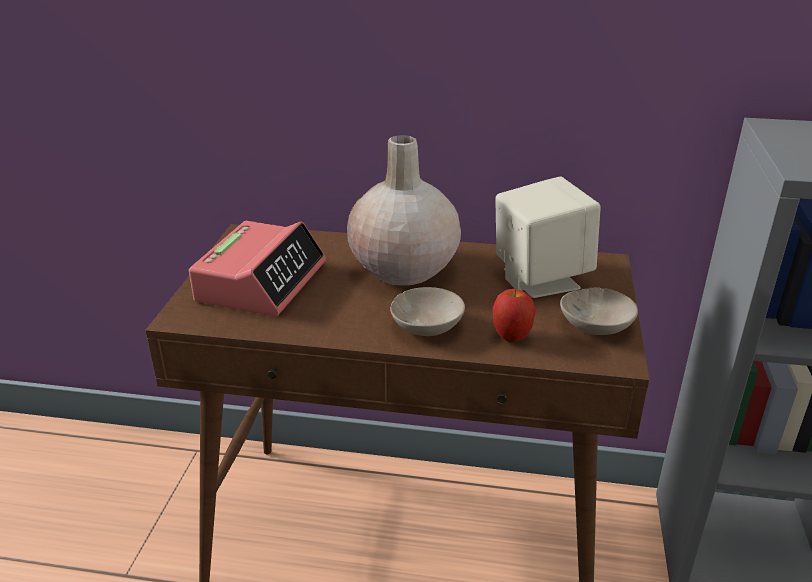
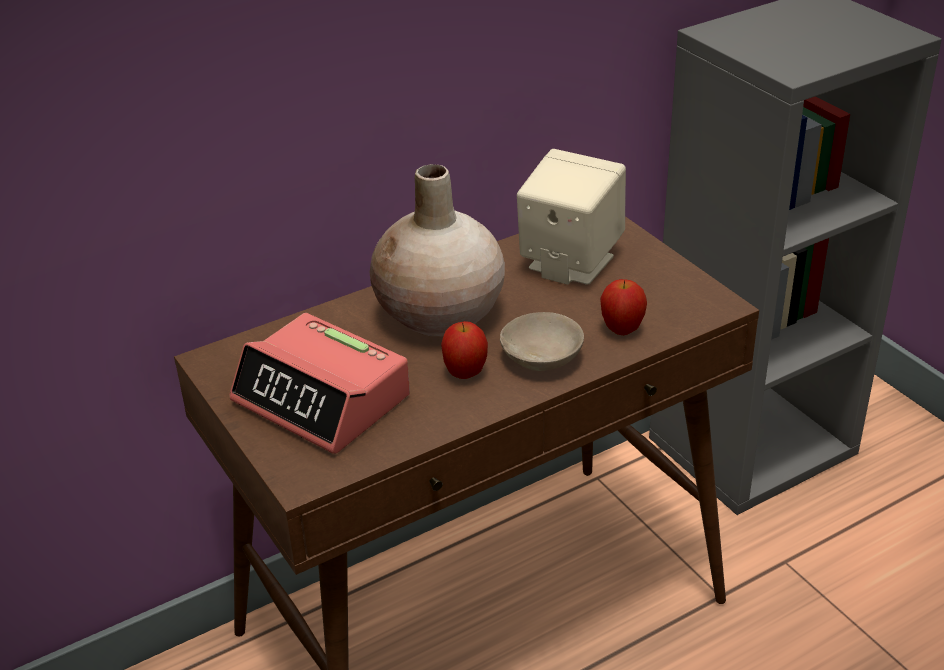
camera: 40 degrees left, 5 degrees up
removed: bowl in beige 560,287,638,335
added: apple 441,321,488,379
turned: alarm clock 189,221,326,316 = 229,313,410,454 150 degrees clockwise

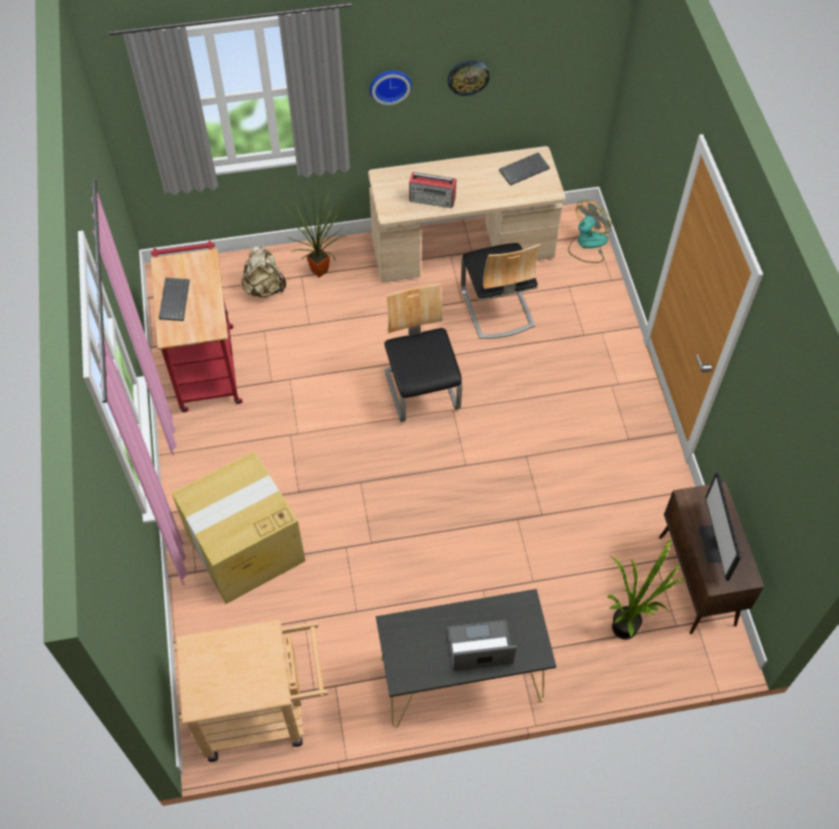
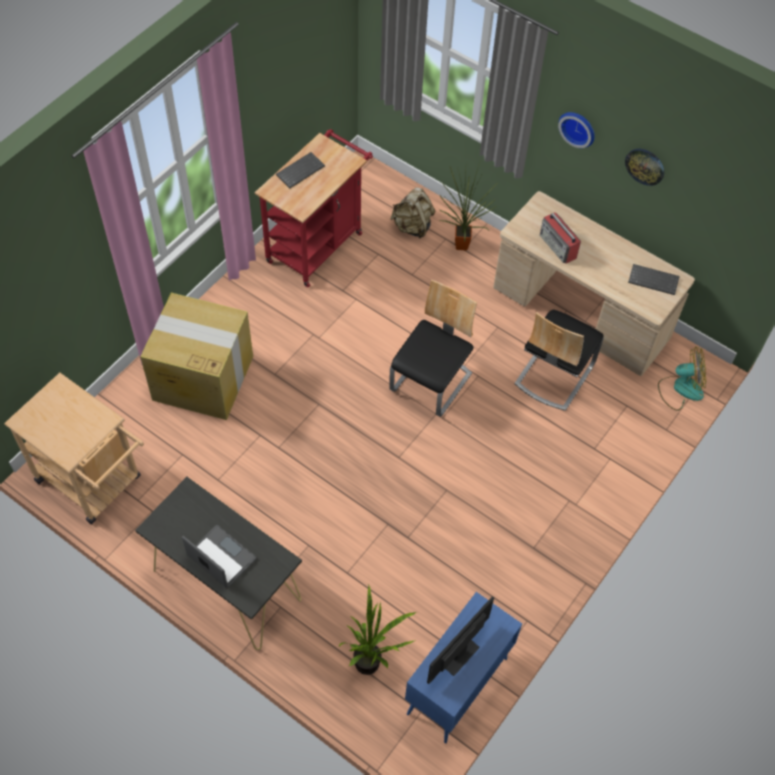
camera: 45 degrees right, 0 degrees up
recoloured: cabinet in brown 659,482,764,634 to cabinet in blue 405,592,522,744

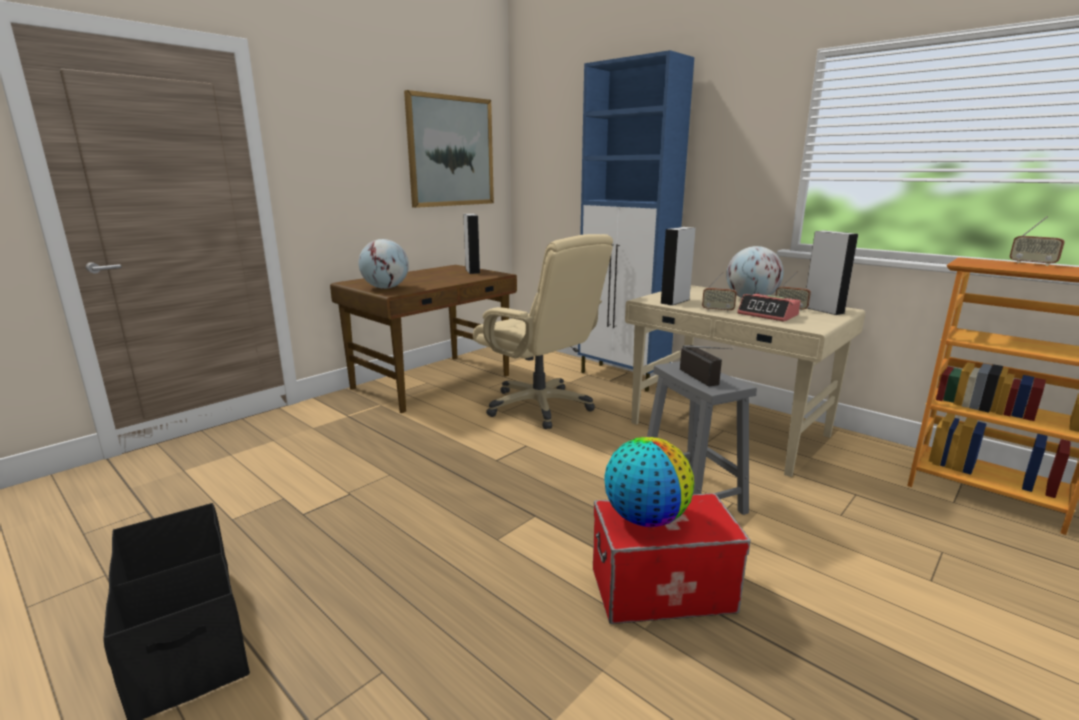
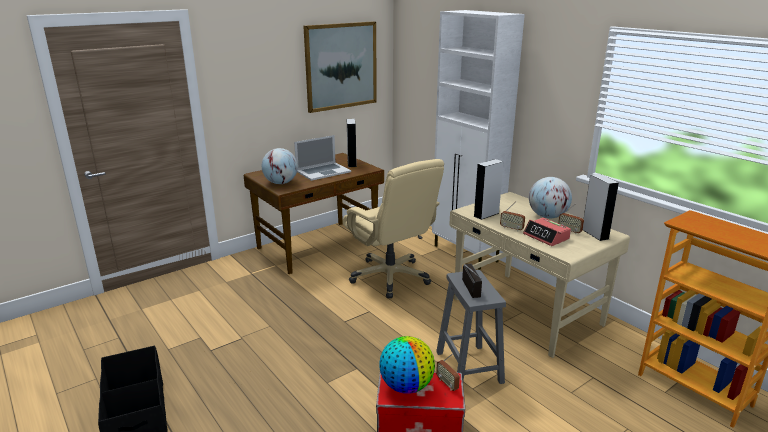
camera: 10 degrees right, 5 degrees up
added: laptop 294,135,351,181
moved: radio 1010,216,1065,266 to 436,354,460,391
recoloured: cabinet in blue 578,50,694,392 to cabinet in white 432,10,525,270

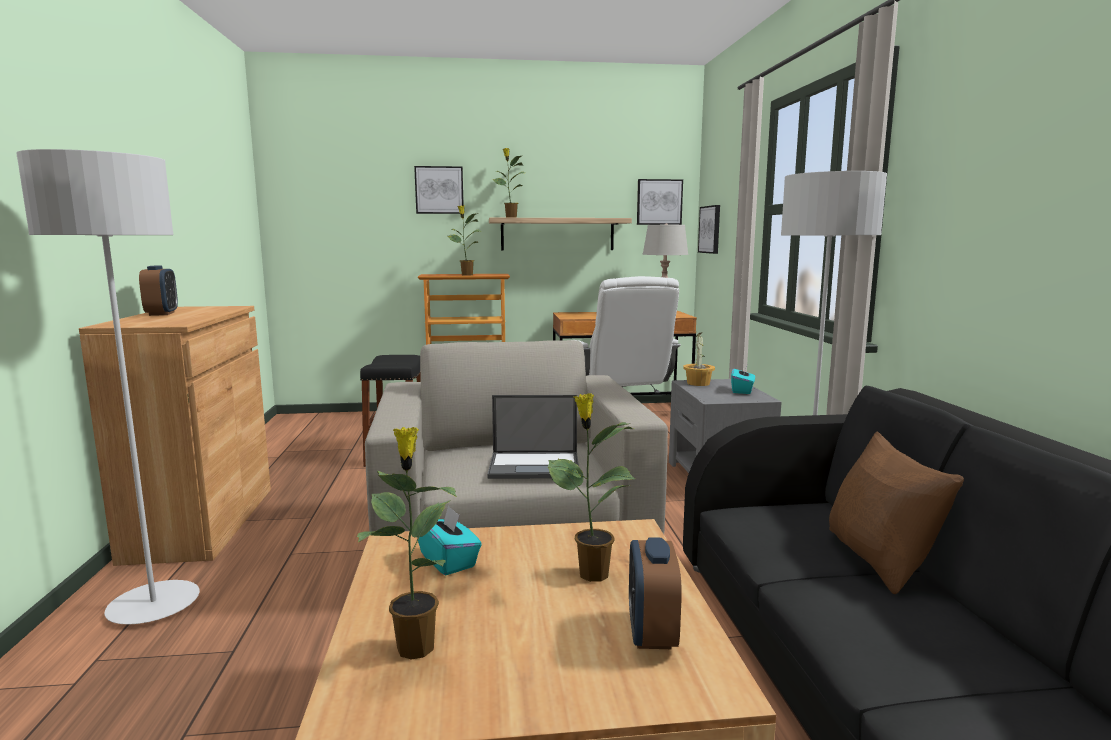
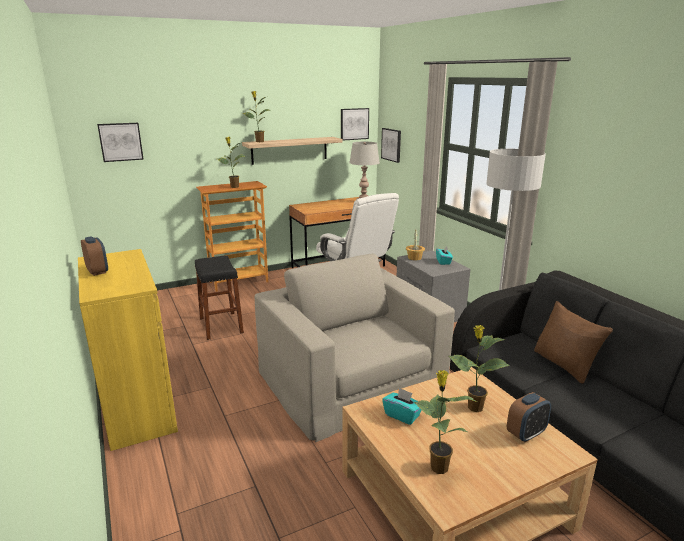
camera: 20 degrees left, 10 degrees up
removed: floor lamp in grey 16,149,200,625; laptop 487,395,579,479
moved: picture 414,166,464,214 to 97,123,144,162
recoloured: cabinet in brown 79,306,271,566 to cabinet in yellow 78,249,178,451
turned: alarm clock 629,537,682,649 = 507,392,551,442 105 degrees counterclockwise

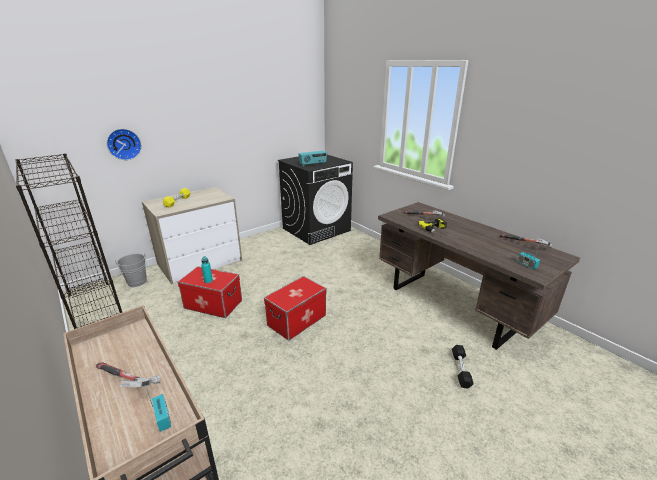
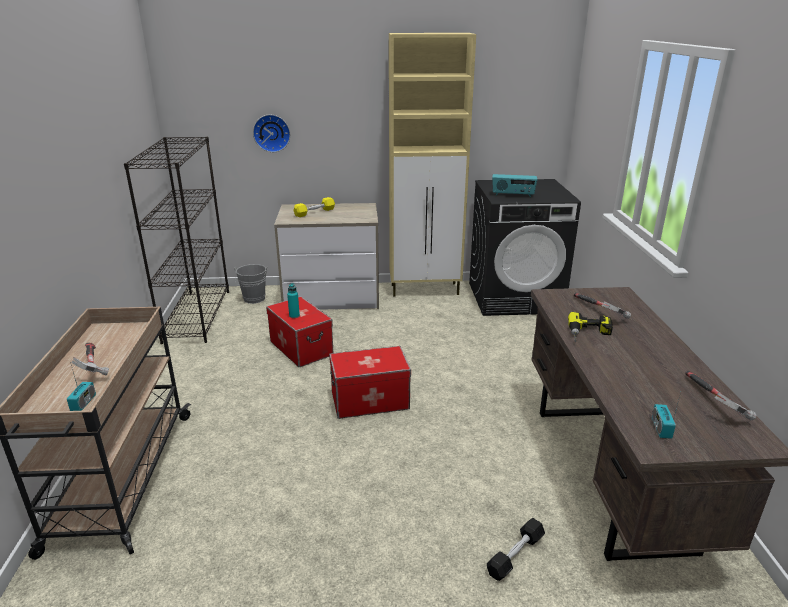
camera: 35 degrees right, 0 degrees up
added: cabinet in beige 389,33,476,297

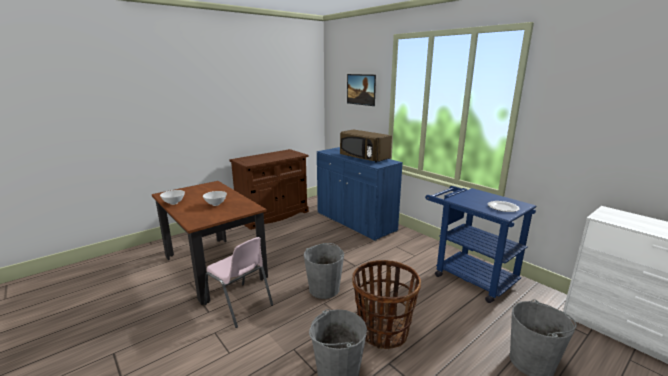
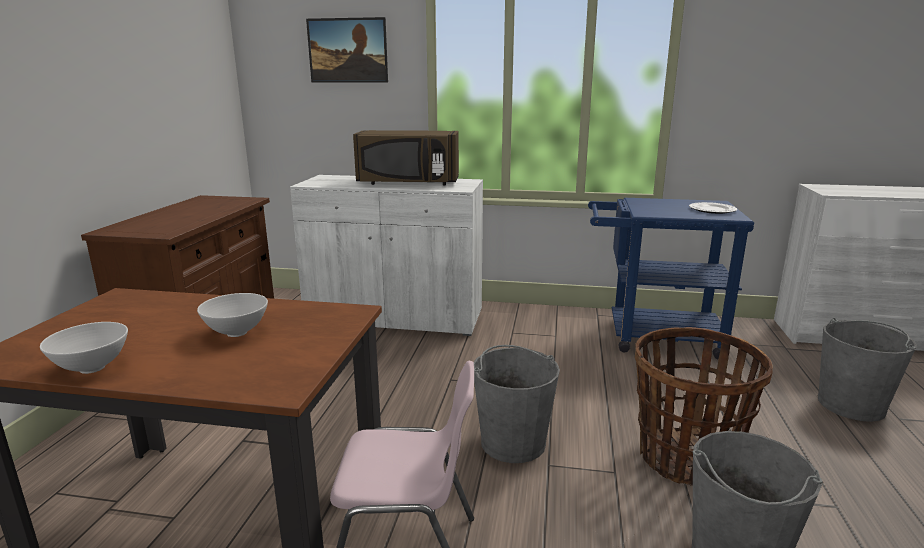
camera: 40 degrees left, 0 degrees up
recoloured: cabinet in blue 317,147,403,241 to cabinet in white 290,175,483,336

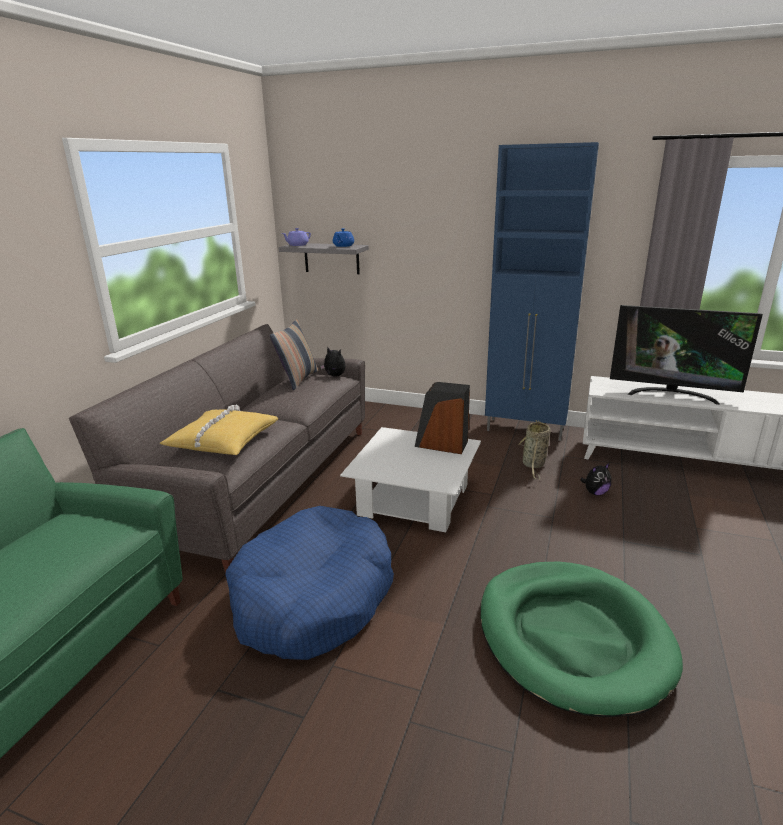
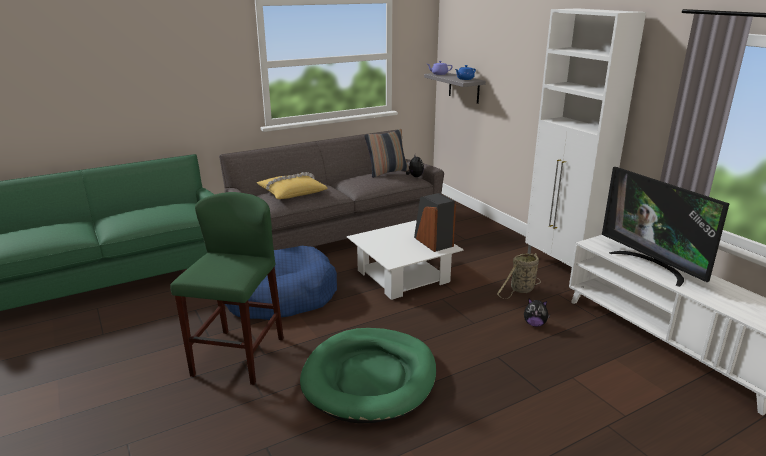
camera: 40 degrees right, 0 degrees up
added: stool in green 170,192,284,385
recoloured: cabinet in blue 485,142,599,441 to cabinet in white 525,8,646,267

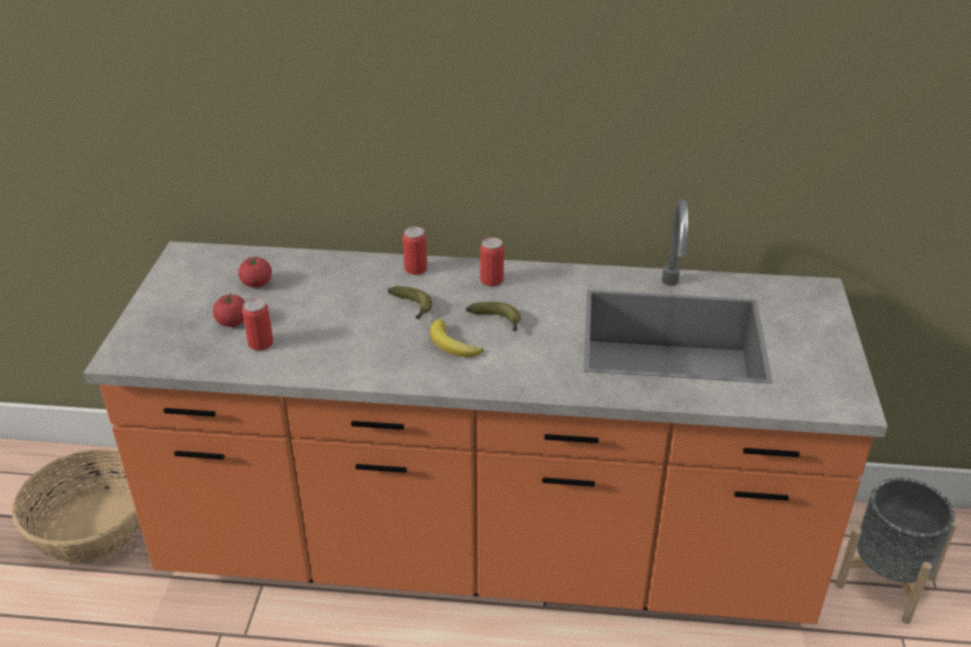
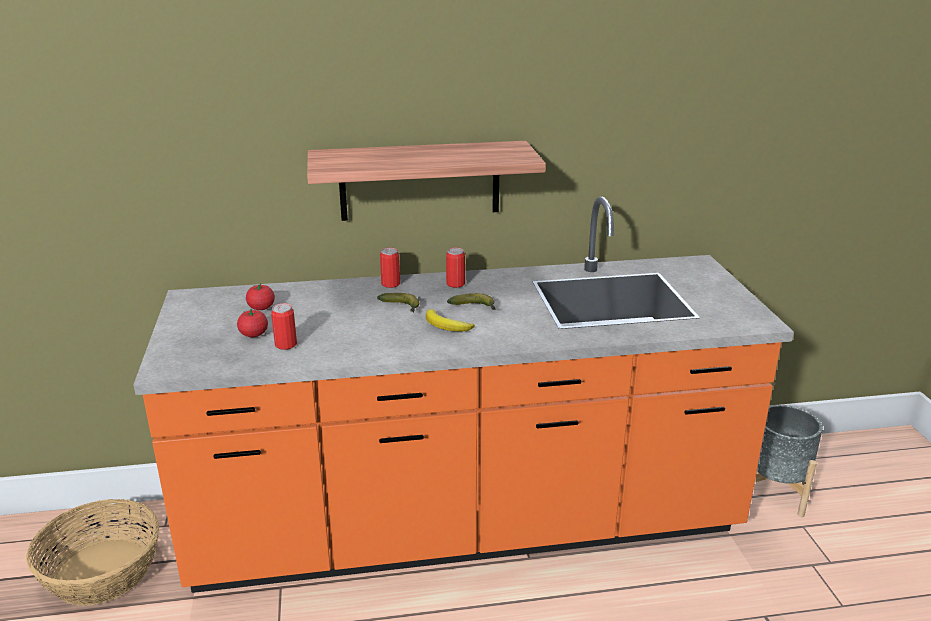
camera: 15 degrees left, 10 degrees down
added: shelf 307,141,546,221

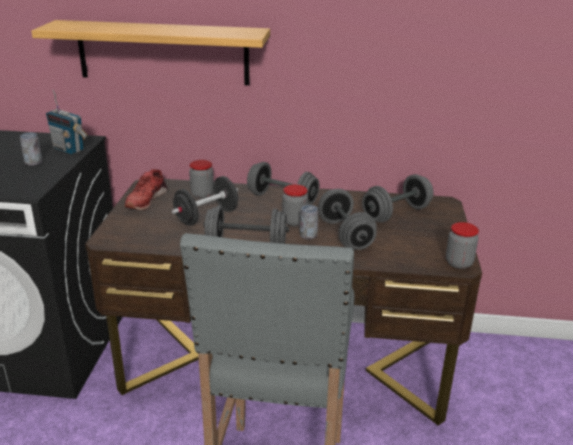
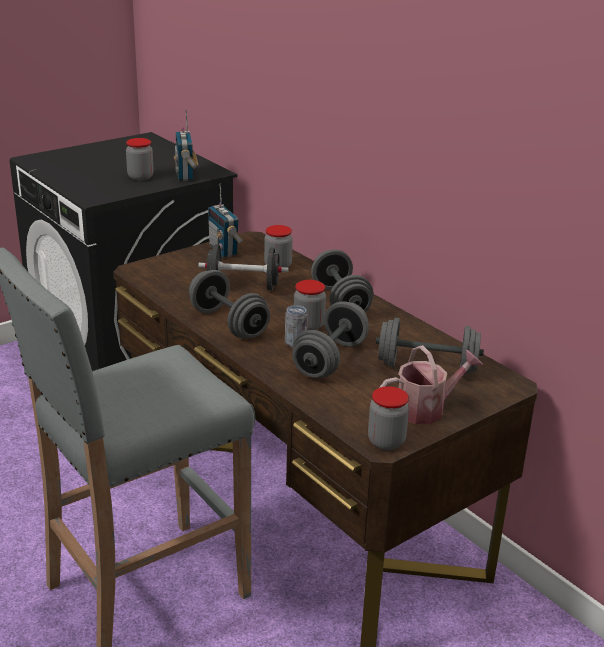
camera: 45 degrees right, 0 degrees up
removed: shelf 31,20,270,85
added: watering can 379,345,483,424
replaced: can 20,133,42,166 to jar 126,138,153,181; shoe in red 124,169,168,210 to radio 208,184,243,257

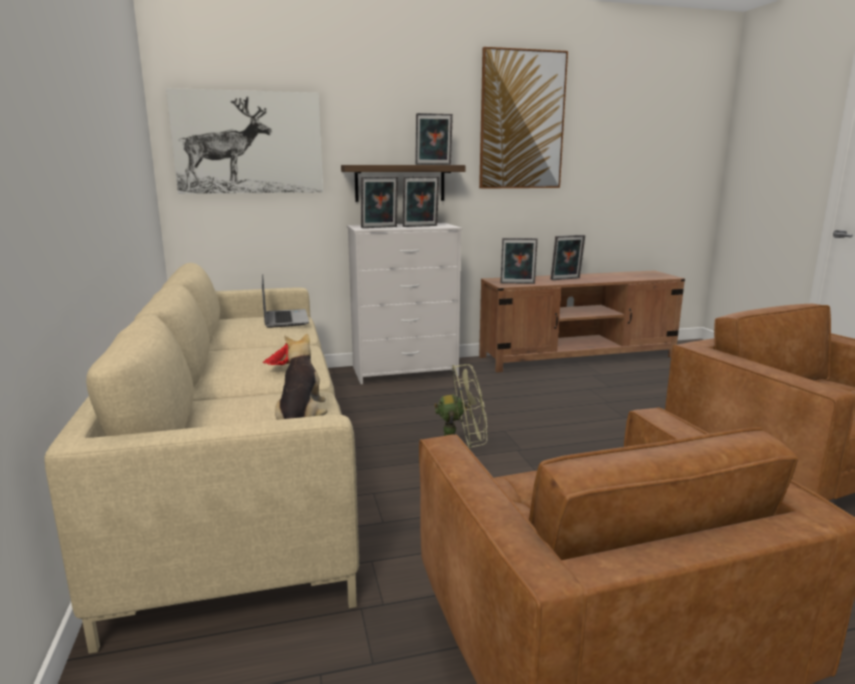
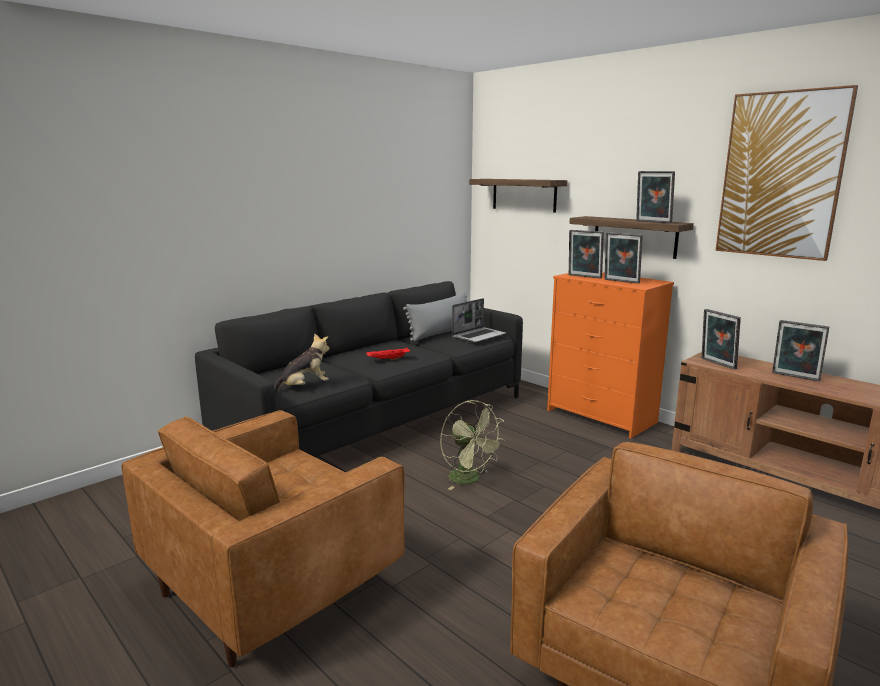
camera: 60 degrees right, 0 degrees up
added: pillow in grey 403,292,467,341
replaced: picture 166,88,323,194 to shelf 469,179,568,212
recoloured: sofa in beige 44,263,359,654 to sofa in black 195,281,523,457; dresser in white 347,223,462,384 to dresser in orange 547,272,674,438

